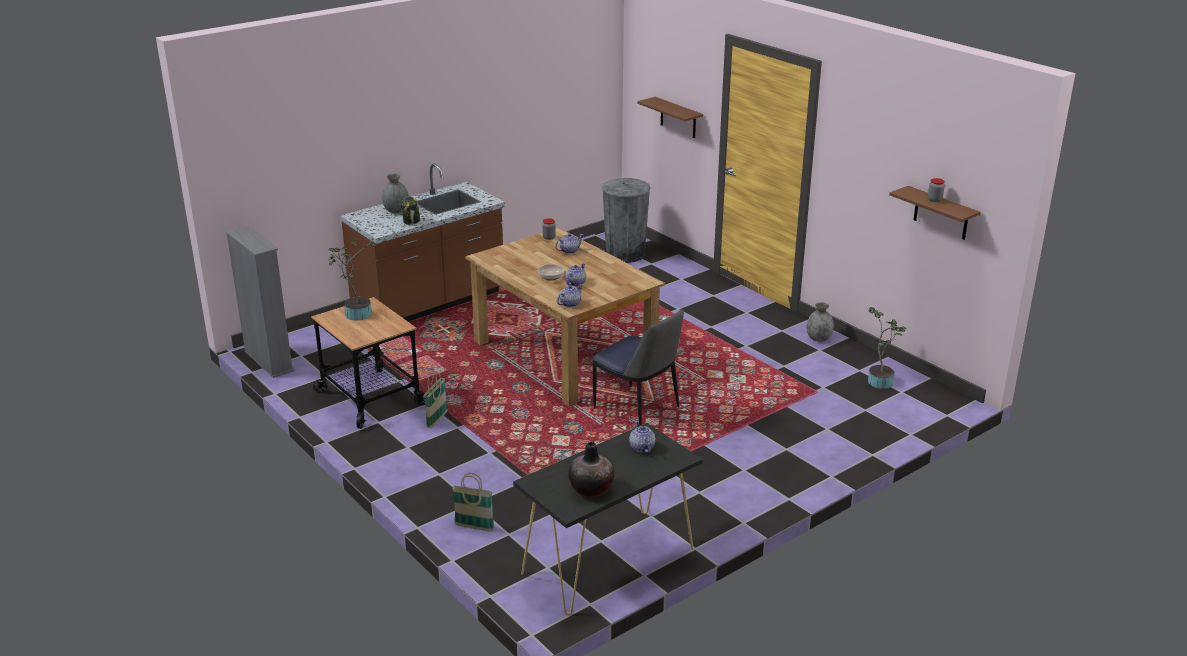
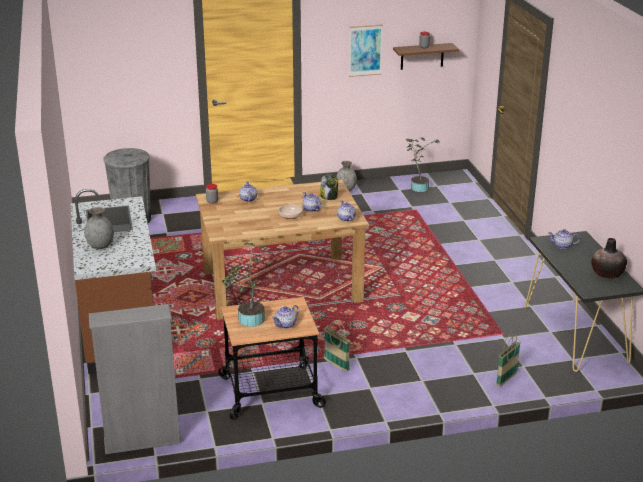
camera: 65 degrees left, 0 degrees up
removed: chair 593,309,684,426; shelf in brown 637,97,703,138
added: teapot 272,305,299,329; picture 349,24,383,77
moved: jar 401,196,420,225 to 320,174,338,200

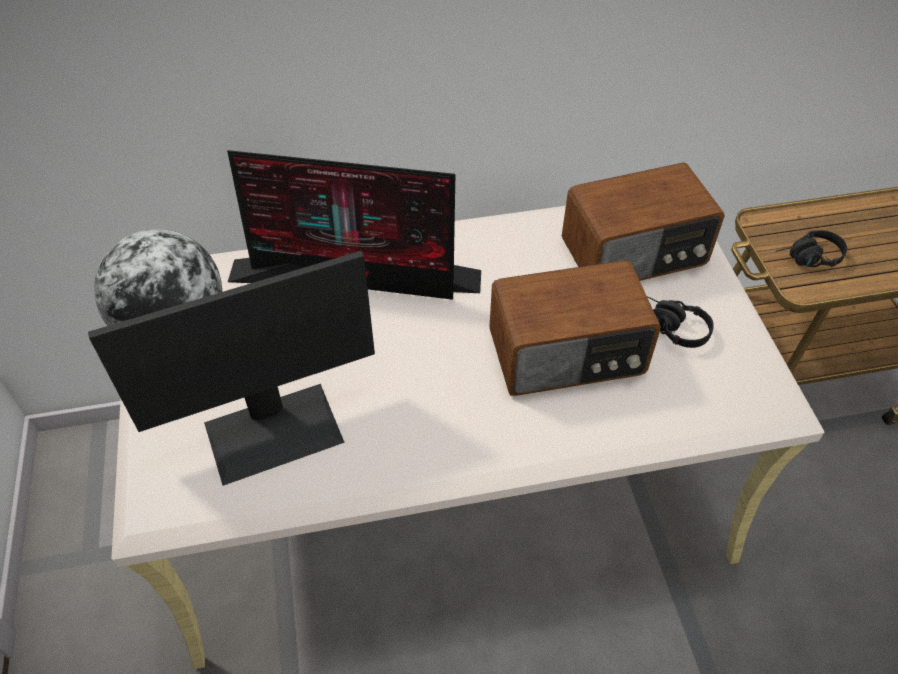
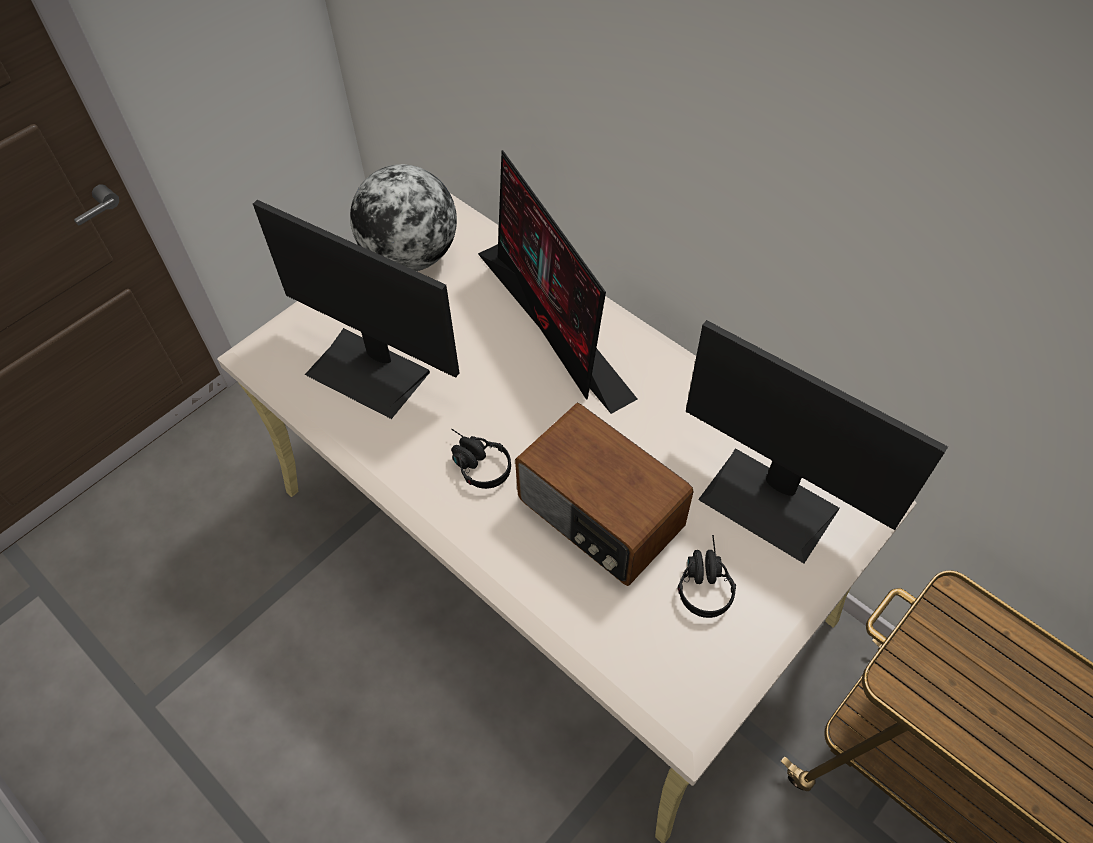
camera: 55 degrees right, 5 degrees up
moved: headphones in black 776,230,847,267 to 451,429,511,489
replaced: radio 562,163,725,281 to monitor 686,320,948,563

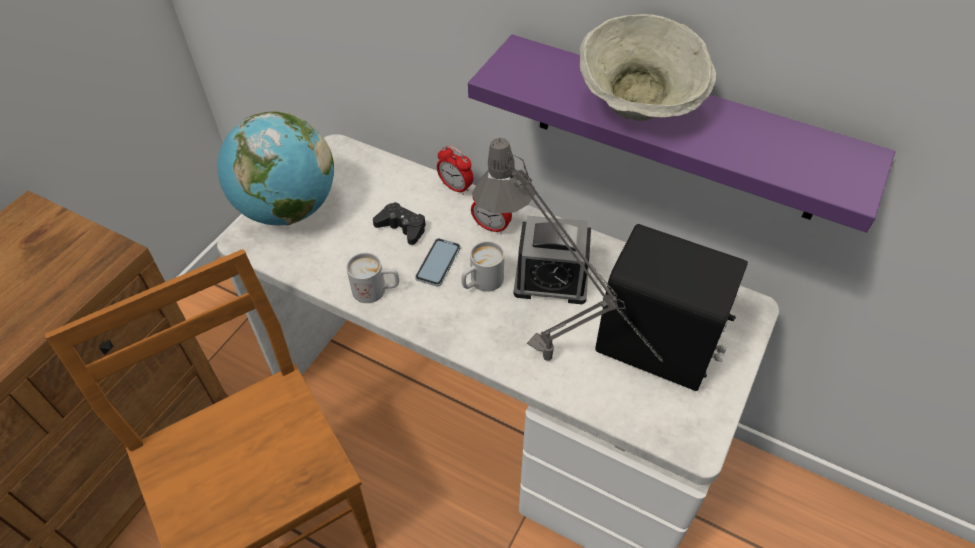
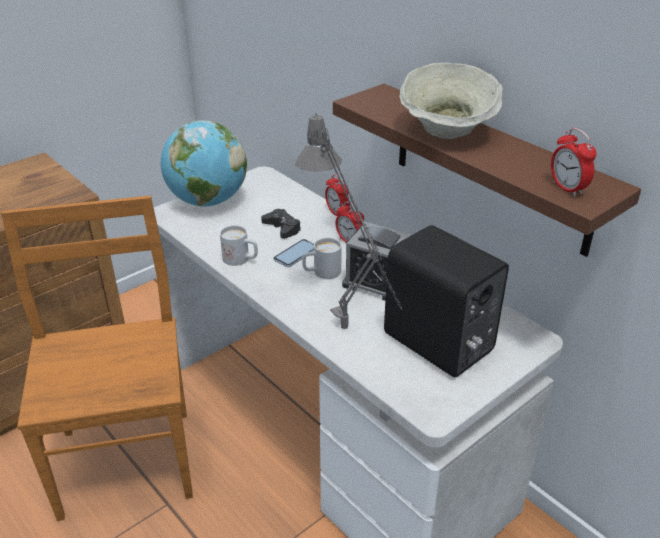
camera: 20 degrees right, 15 degrees down
added: alarm clock 551,128,597,197
recoloured: shelf in purple 468,35,895,233 to shelf in brown 333,84,641,257

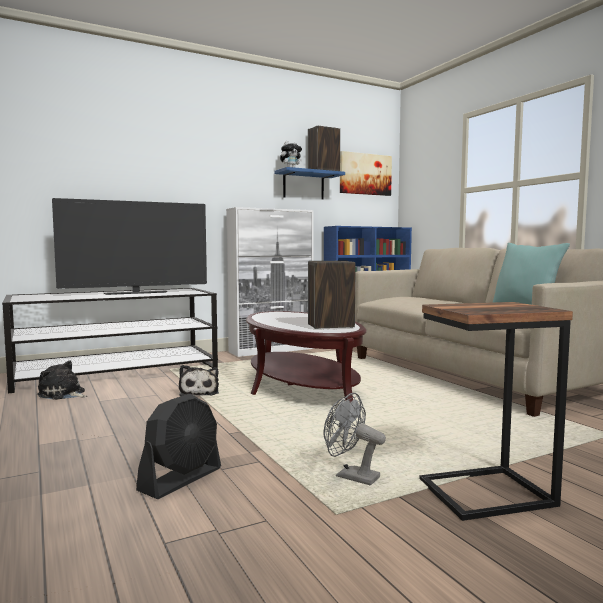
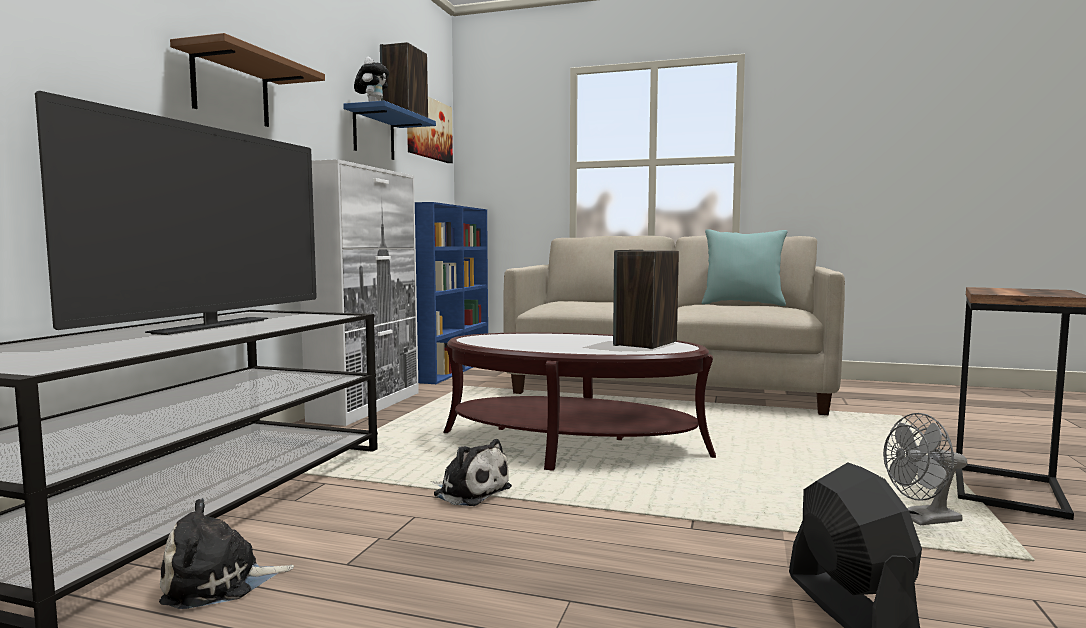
camera: 45 degrees left, 0 degrees up
added: shelf in brown 170,33,325,127

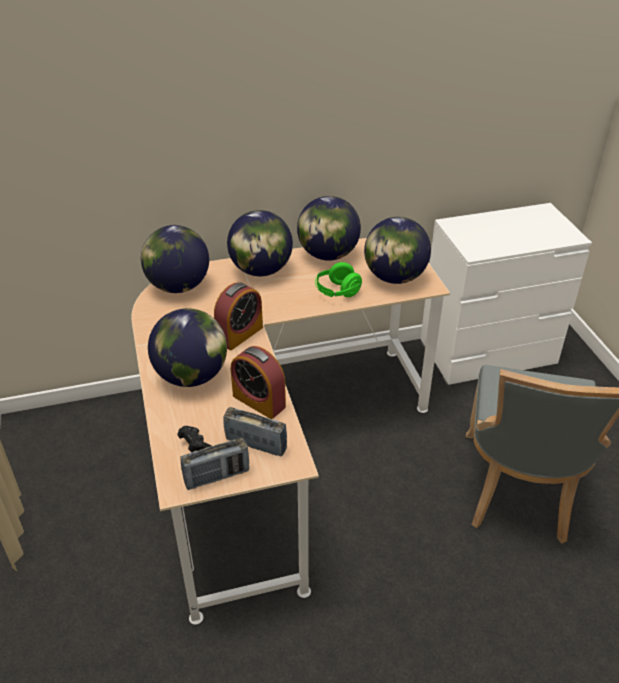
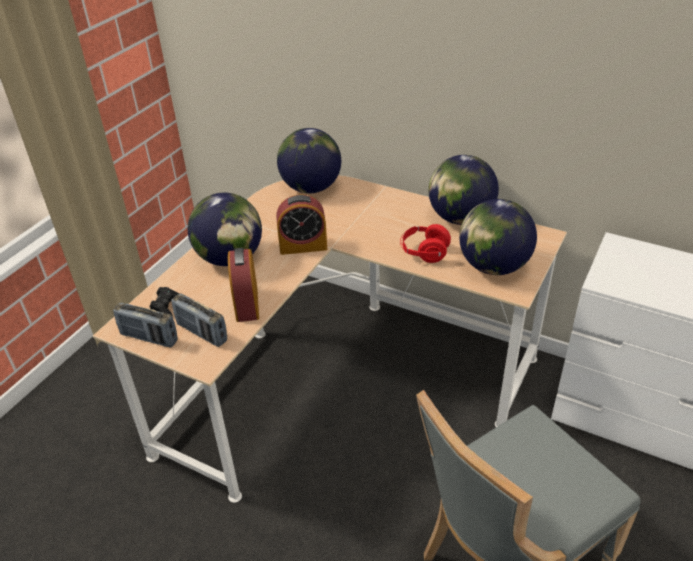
camera: 45 degrees right, 0 degrees up
removed: globe 227,210,293,276
recoloured: headphones in green 315,262,362,297 to headphones in red 400,224,451,263
turned: radio 223,407,287,457 = 171,293,227,347 150 degrees clockwise

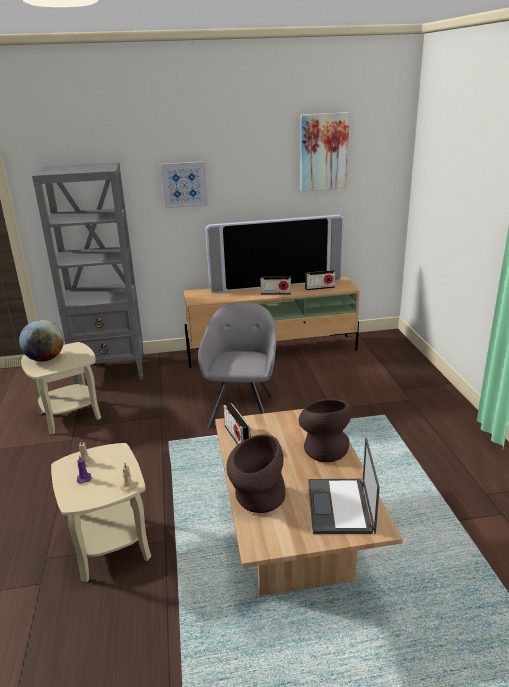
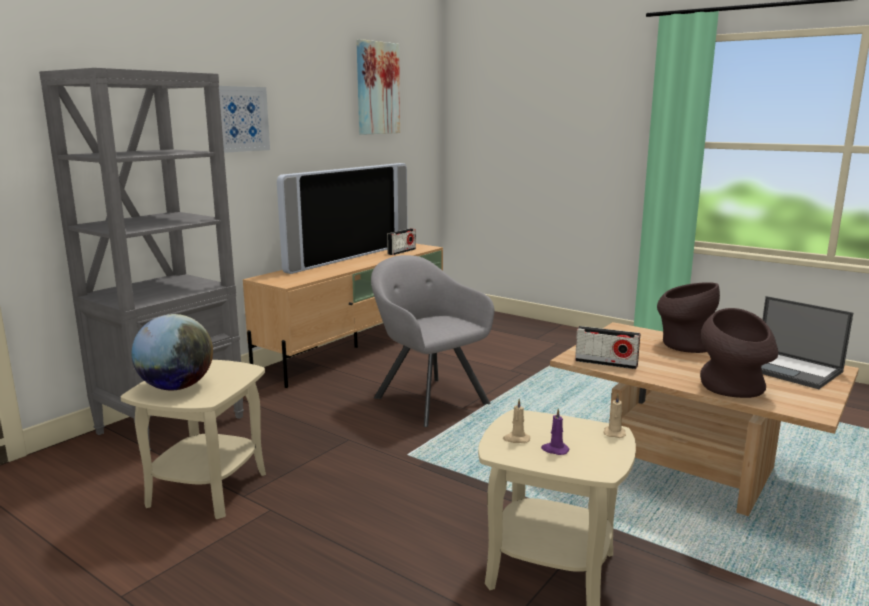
camera: 45 degrees left, 10 degrees down
removed: radio 260,277,291,295

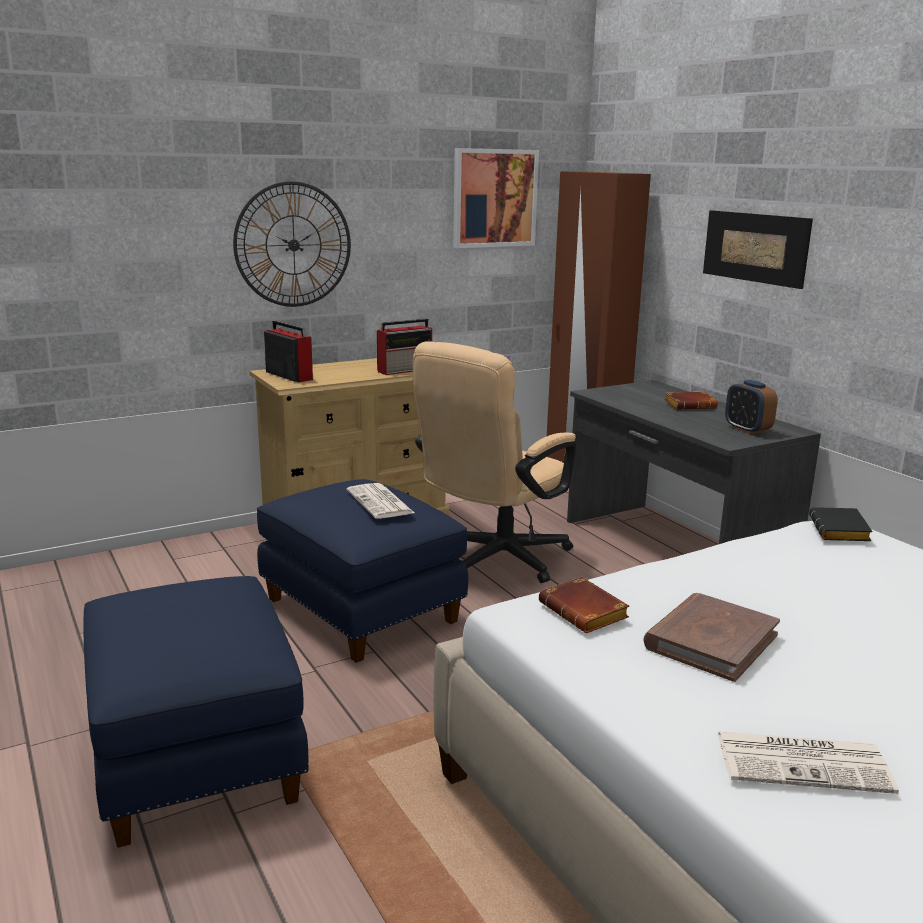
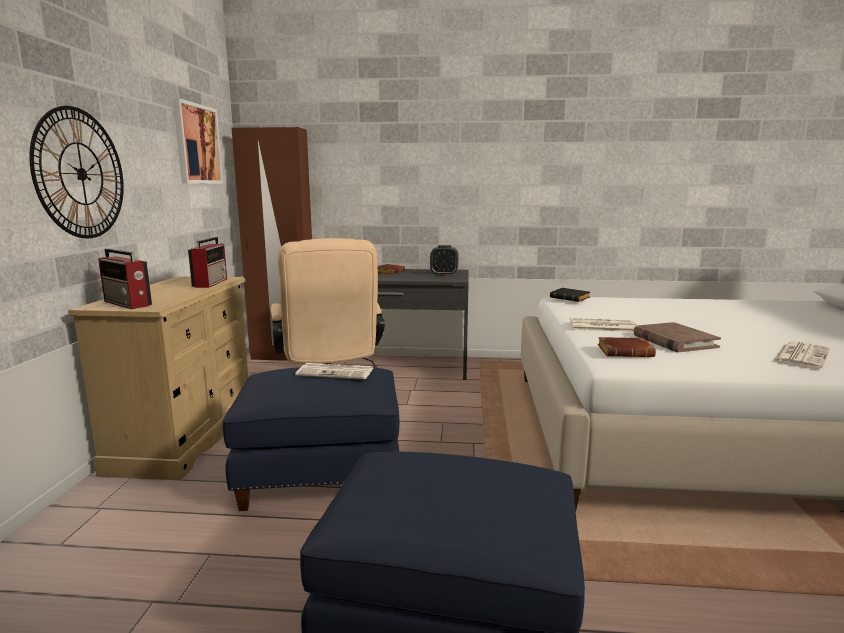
camera: 55 degrees left, 5 degrees down
removed: picture 703,210,813,289
added: newspaper 570,318,637,332
turned: radio 264,321,313,382 = 98,249,152,309 135 degrees counterclockwise

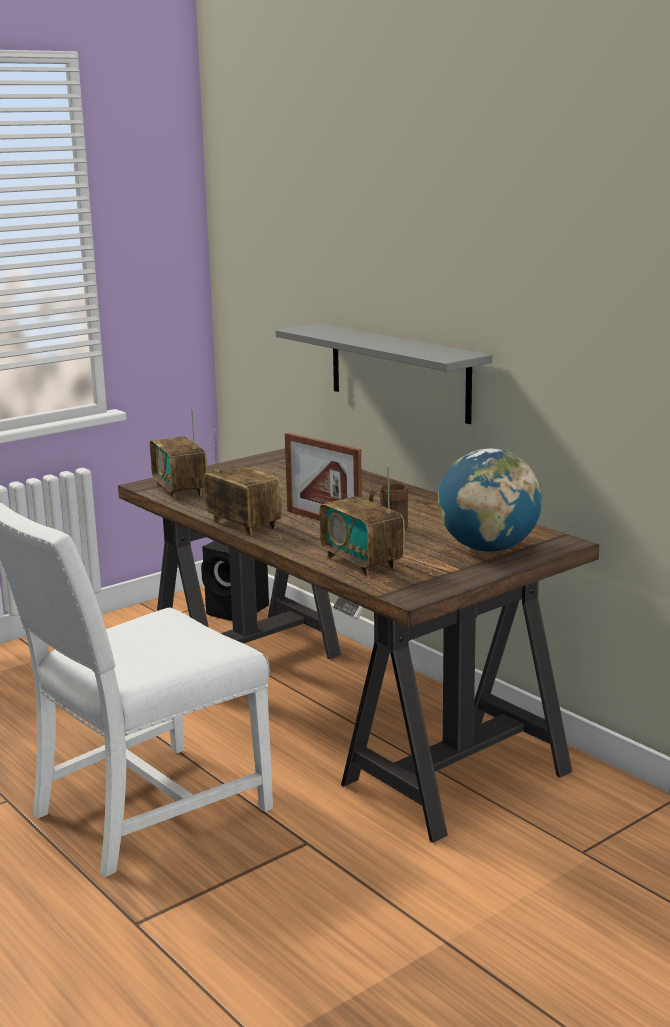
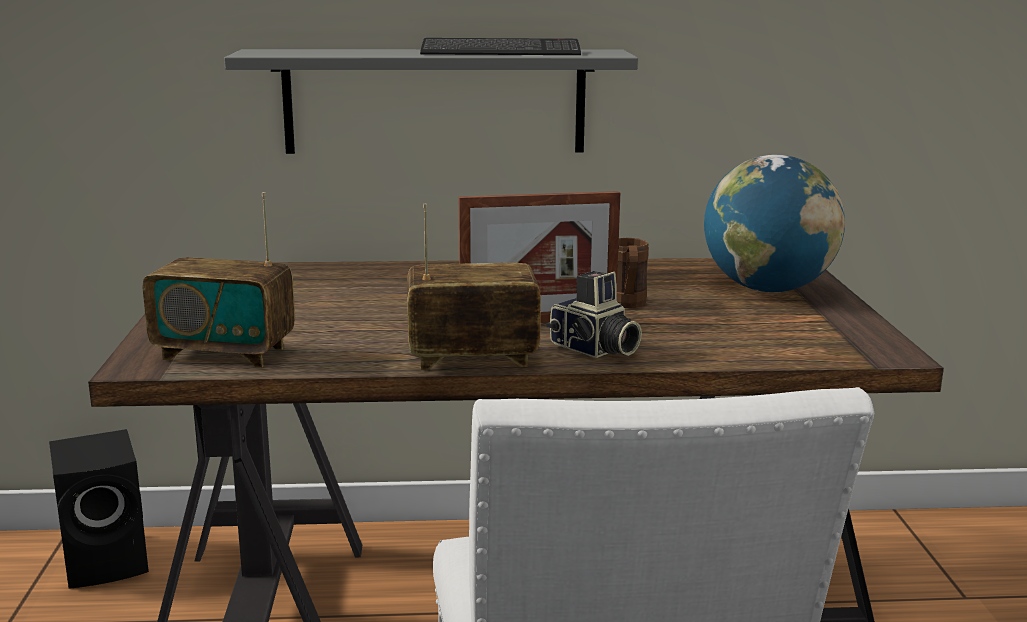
camera: 55 degrees left, 0 degrees up
removed: radio 320,466,405,576
added: keyboard 420,38,581,55; photo camera 546,271,642,358

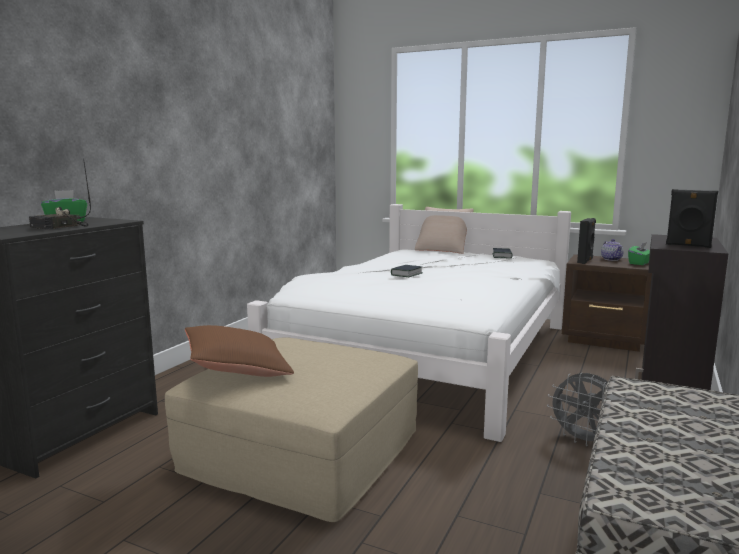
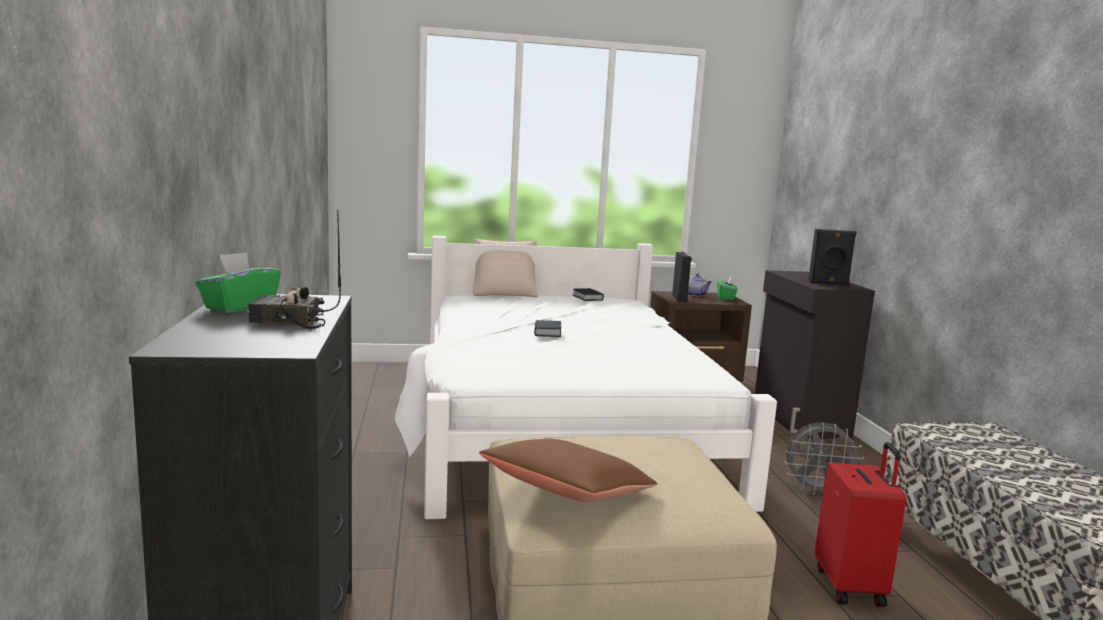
camera: 35 degrees left, 0 degrees up
added: suitcase in red 815,442,906,607
turned: radio 29,158,91,229 = 248,210,341,329 90 degrees clockwise

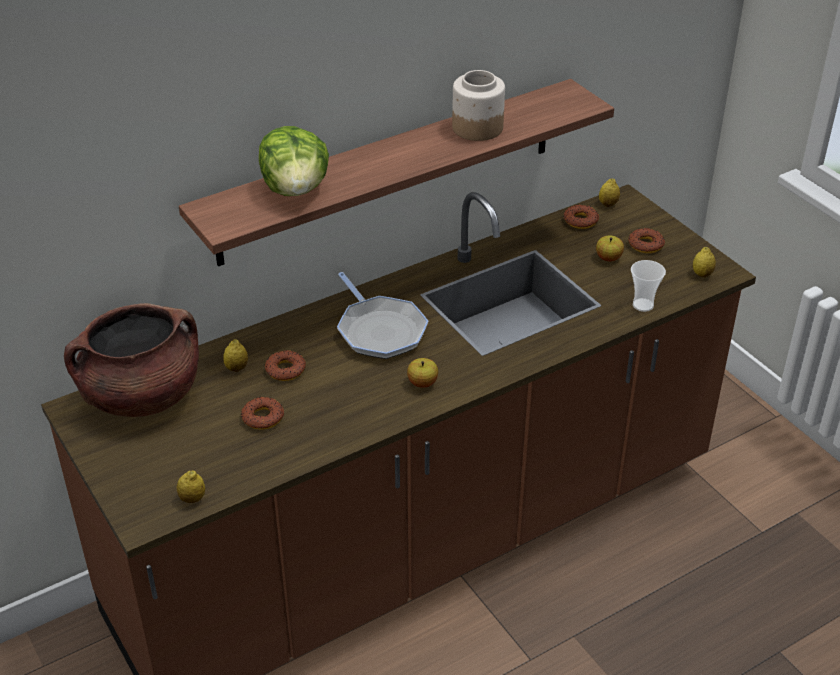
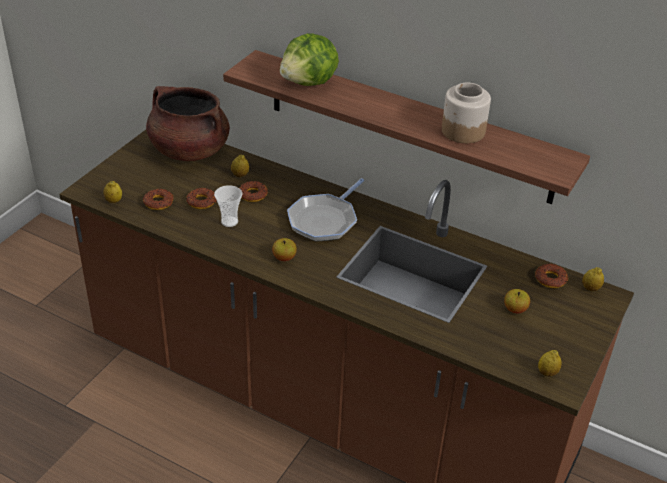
camera: 60 degrees right, 0 degrees up
moved: donut 628,228,665,253 to 143,189,173,210; cup 631,260,666,312 to 214,185,242,227

